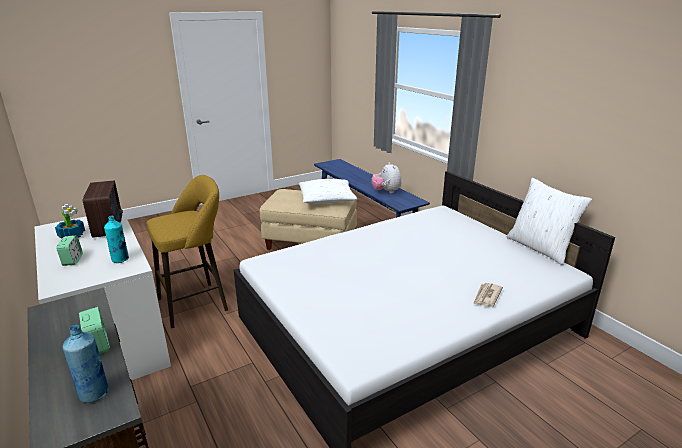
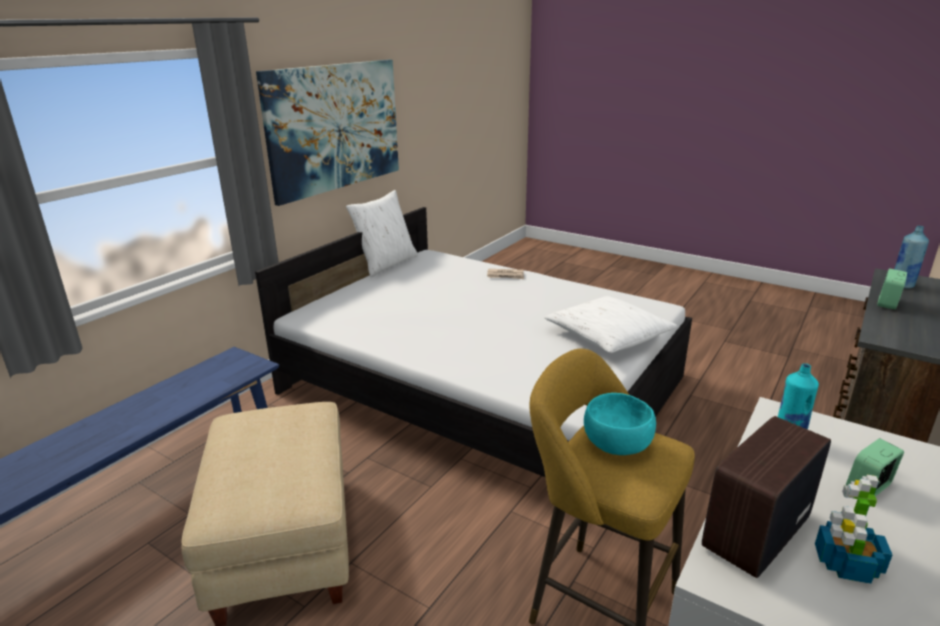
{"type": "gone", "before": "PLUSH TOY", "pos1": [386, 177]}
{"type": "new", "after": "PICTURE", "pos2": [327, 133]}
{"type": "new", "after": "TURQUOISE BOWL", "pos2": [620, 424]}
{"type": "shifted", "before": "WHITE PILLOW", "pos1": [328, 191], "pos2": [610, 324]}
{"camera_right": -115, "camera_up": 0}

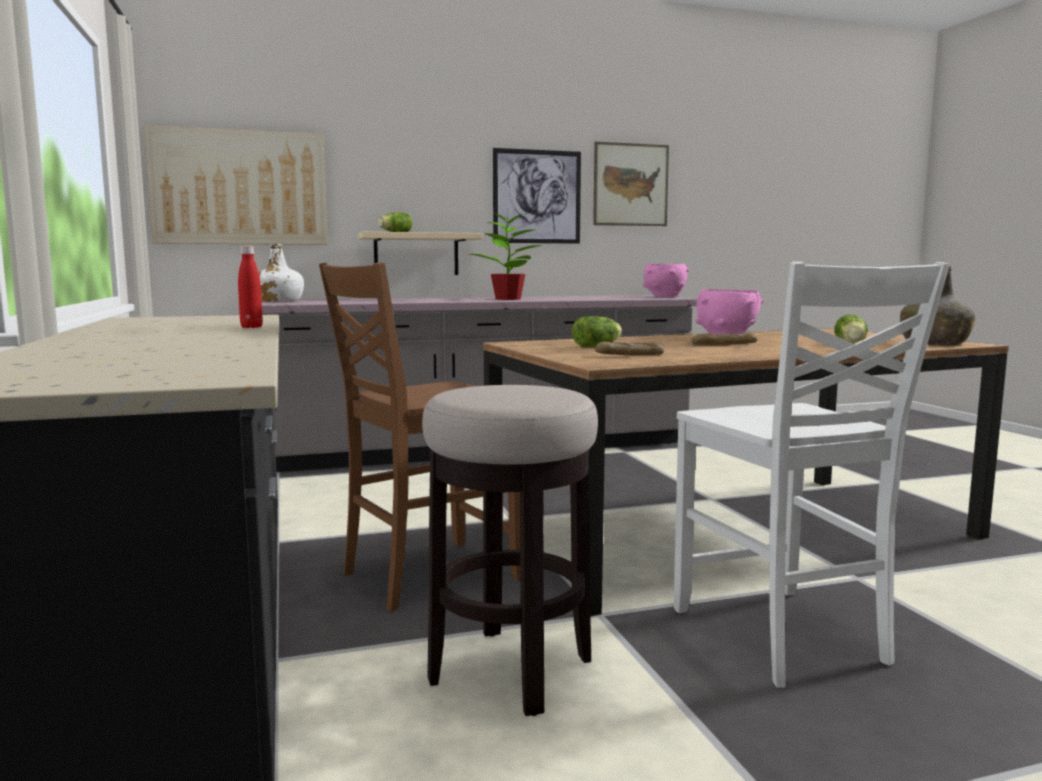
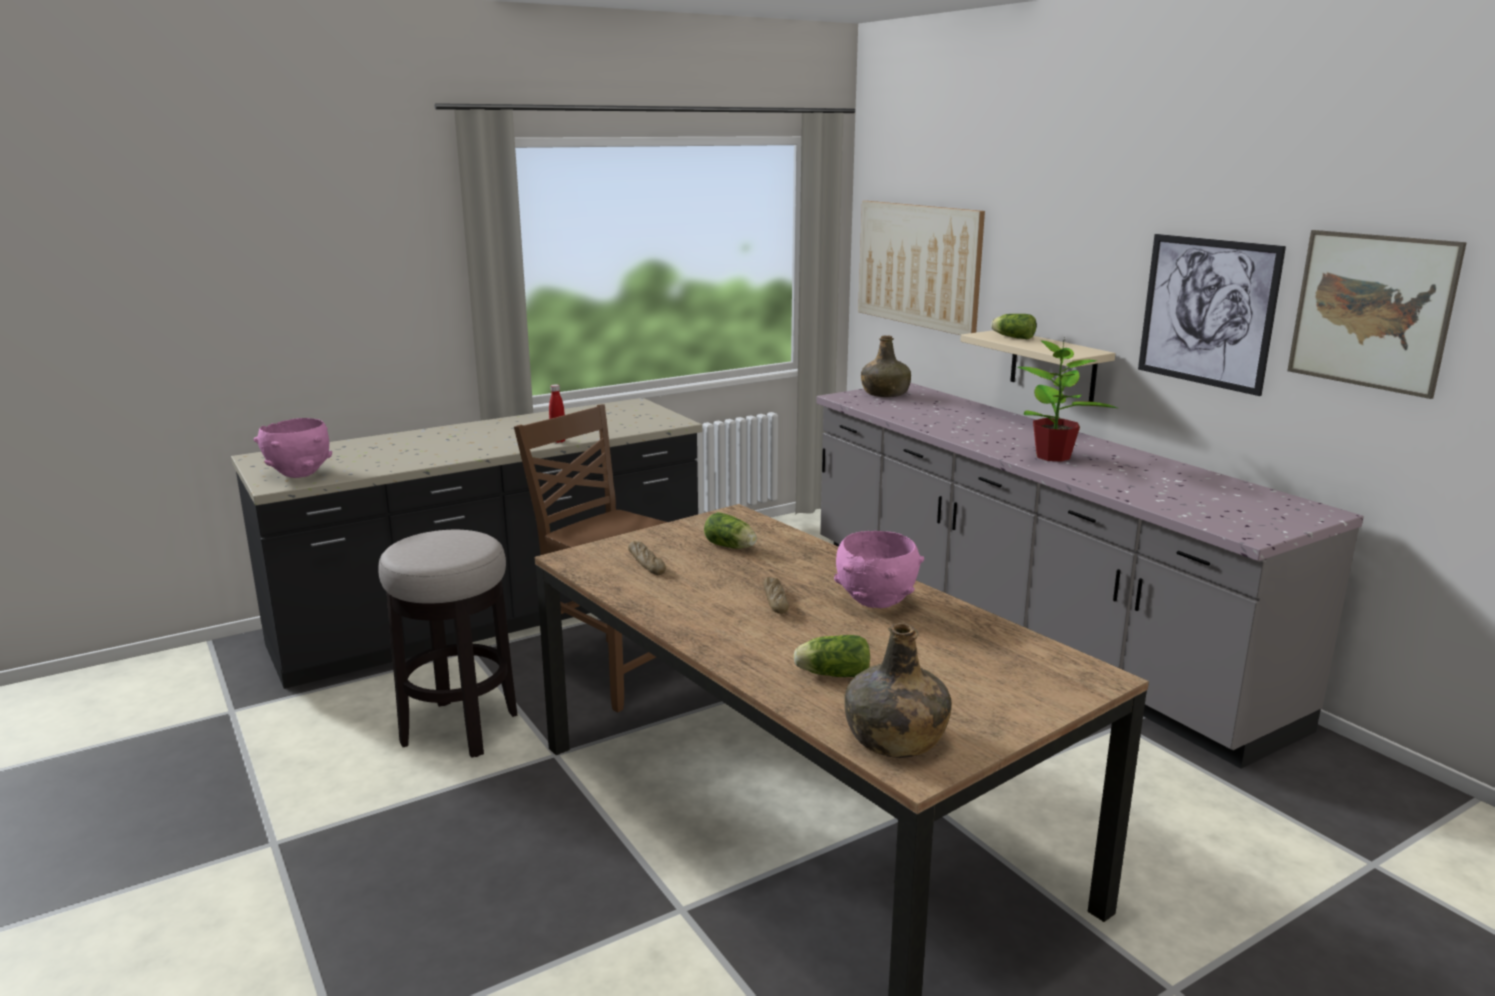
{"type": "gone", "before": "WHITE CHAIR", "pos1": [812, 475]}
{"type": "shifted", "before": "PINK BOWL", "pos1": [666, 281], "pos2": [293, 448]}
{"type": "repainted", "before": "WHITE BOTTLE", "after": "GREEN BOTTLE", "pos1": [281, 273], "pos2": [886, 366]}
{"camera_right": 75, "camera_up": 10}

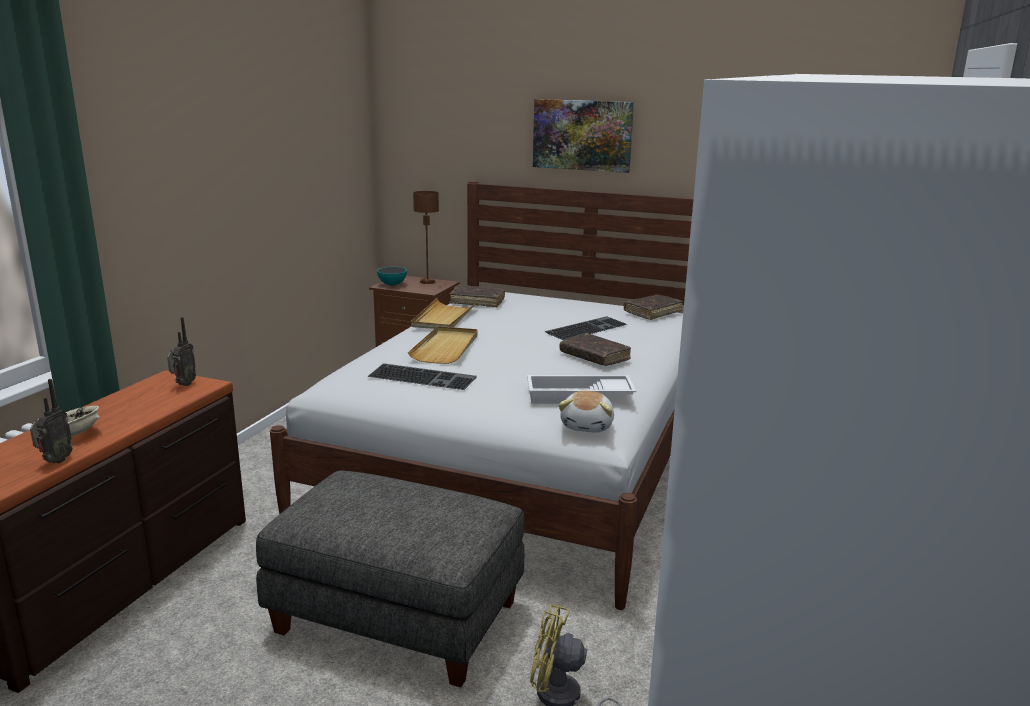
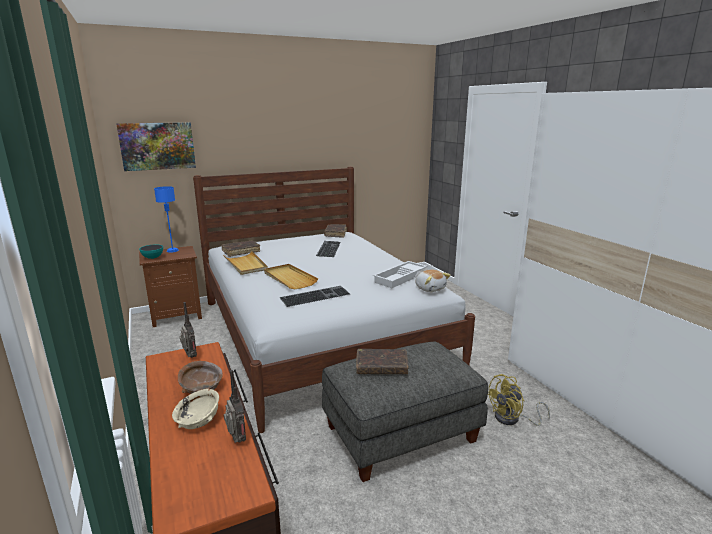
{"type": "new", "after": "BROWN BOWL", "pos2": [200, 377]}
{"type": "shifted", "before": "PICTURE", "pos1": [583, 136], "pos2": [156, 146]}
{"type": "shifted", "before": "BROWN BOOK", "pos1": [595, 349], "pos2": [382, 361]}
{"type": "repainted", "before": "BROWN TABLE LAMP", "after": "BLUE TABLE LAMP", "pos1": [426, 237], "pos2": [166, 219]}
{"camera_right": -45, "camera_up": 0}

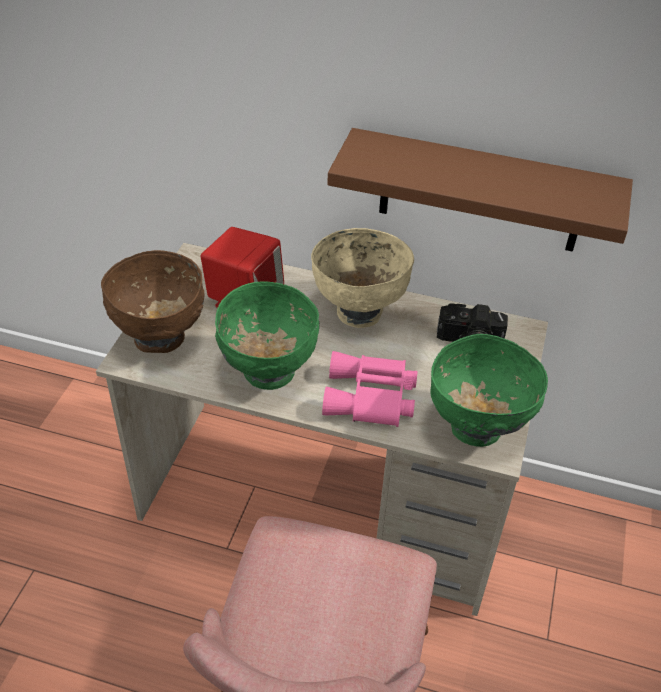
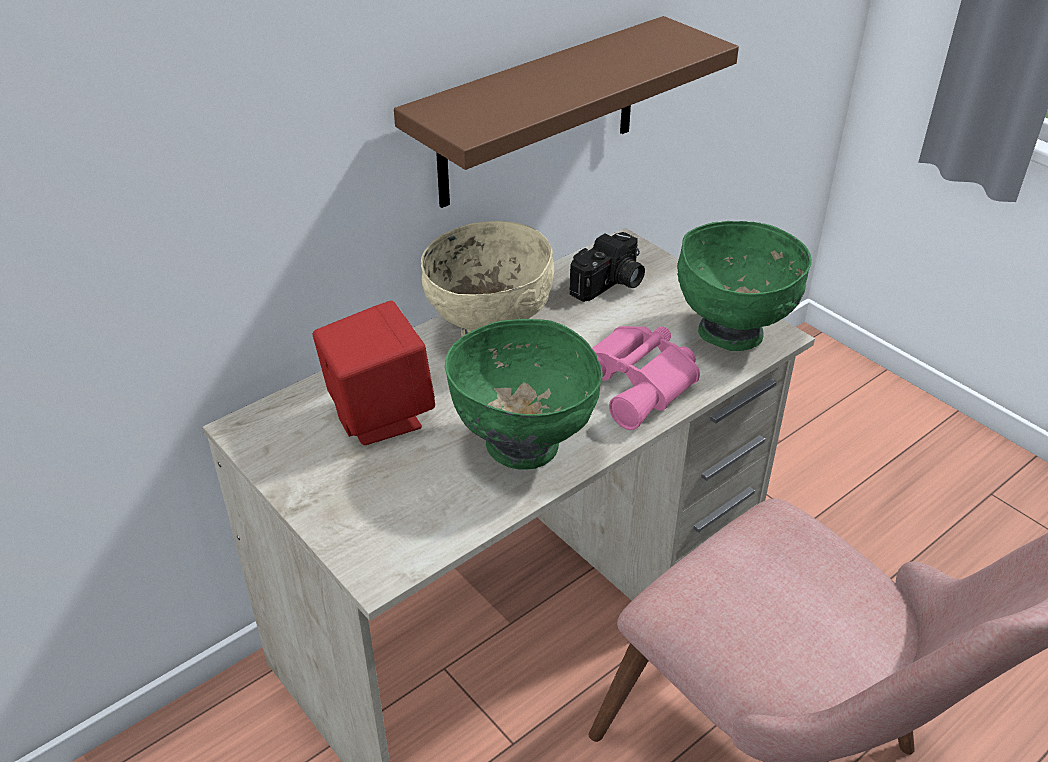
{"type": "gone", "before": "BROWN BOWL", "pos1": [153, 301]}
{"camera_right": -55, "camera_up": -5}

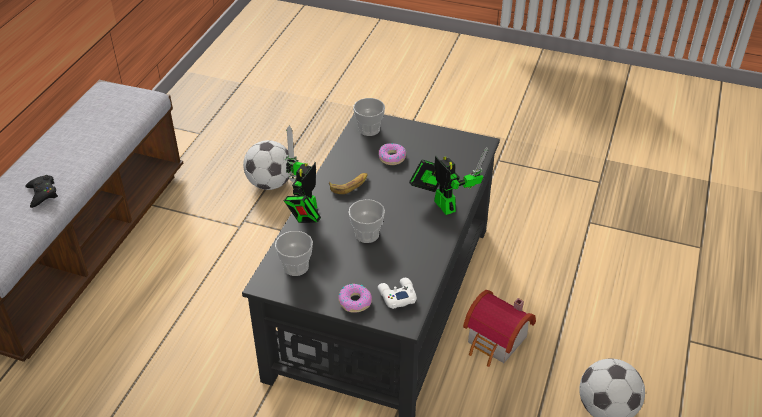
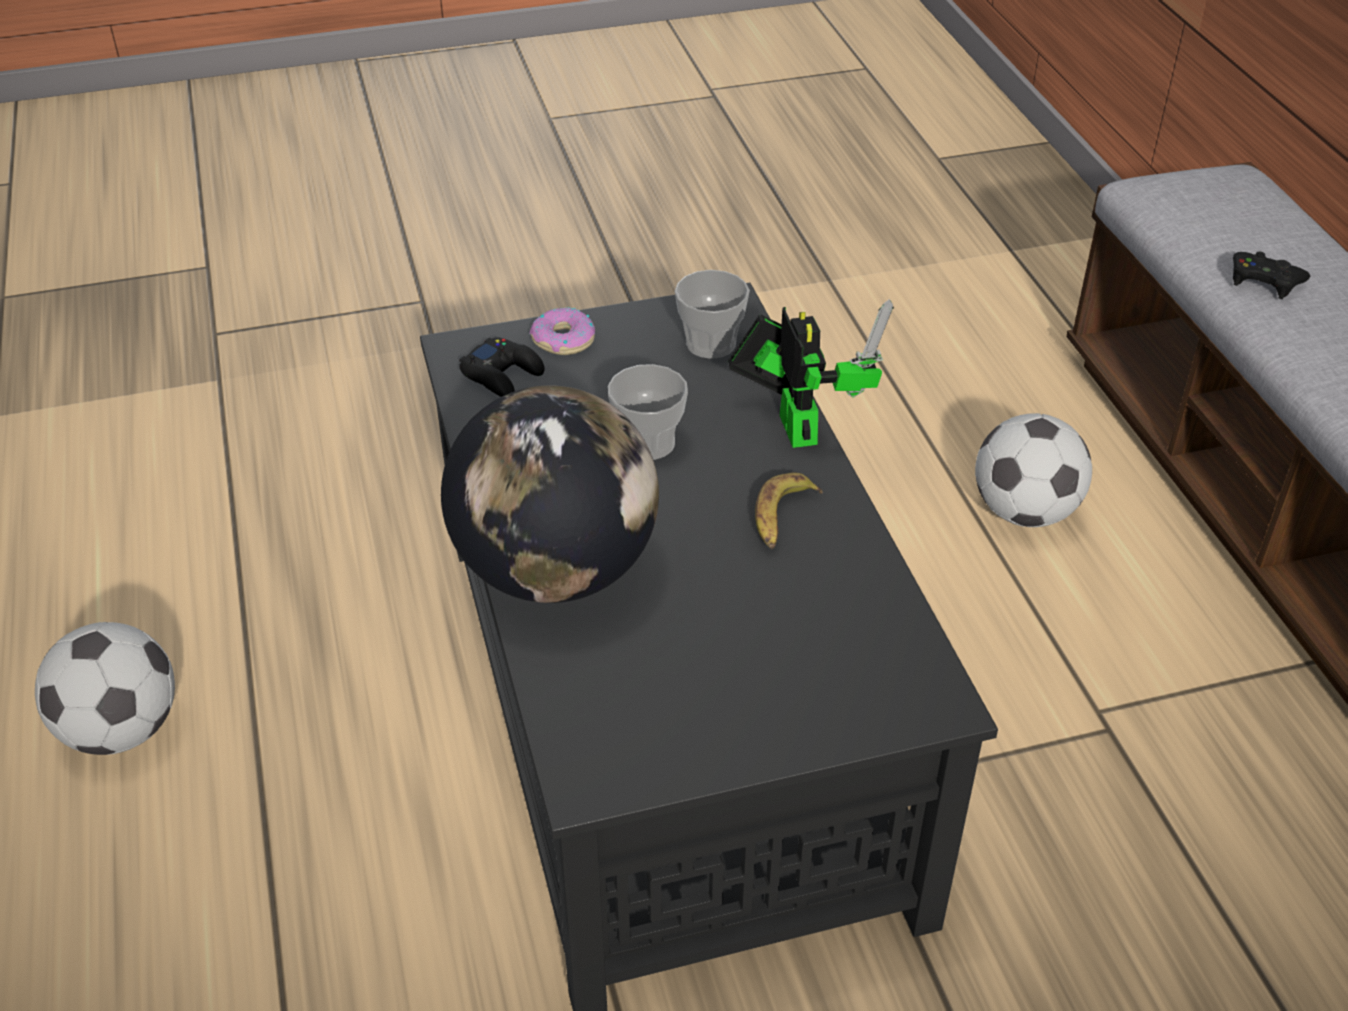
{"type": "gone", "before": "CUP", "pos1": [369, 117]}
{"type": "gone", "before": "DONUT", "pos1": [392, 154]}
{"type": "gone", "before": "TOY HOUSE", "pos1": [499, 328]}
{"type": "shifted", "before": "FOOTBALL", "pos1": [267, 165], "pos2": [1033, 470]}
{"type": "swapped", "before": "TOY ROBOT", "after": "GLOBE", "pos1": [448, 181], "pos2": [550, 494]}
{"type": "repainted", "before": "WHITE GAME CONTROLLER", "after": "BLACK GAME CONTROLLER", "pos1": [397, 293], "pos2": [502, 367]}
{"camera_right": 145, "camera_up": 0}

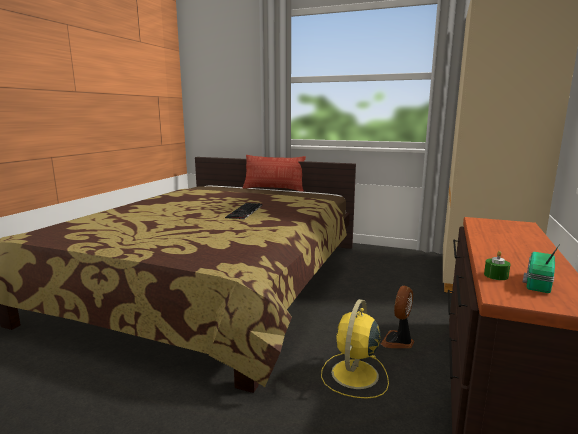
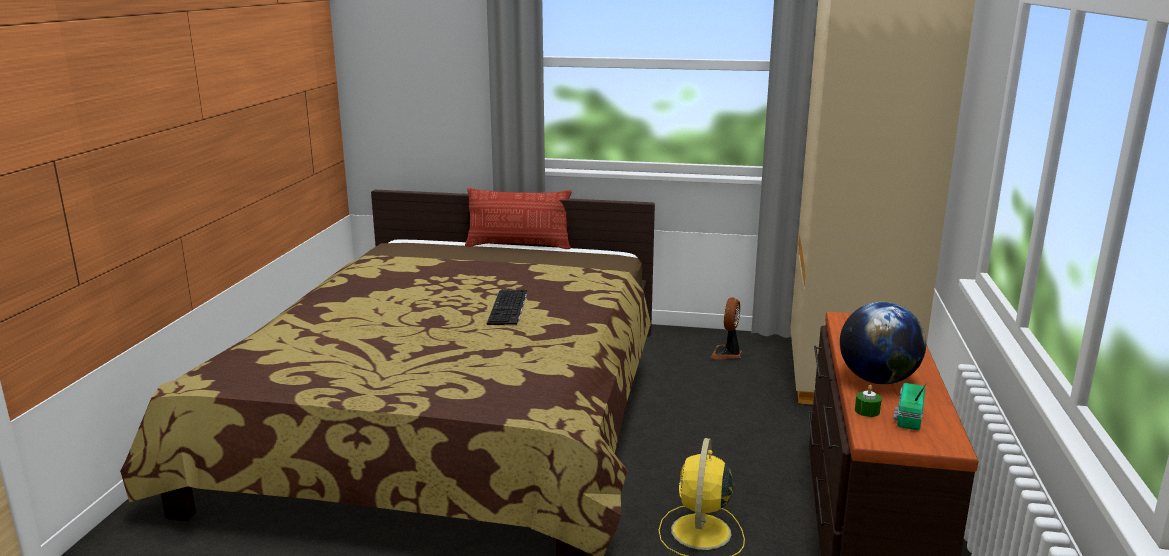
{"type": "new", "after": "GLOBE", "pos2": [883, 343]}
{"type": "shifted", "before": "FAN", "pos1": [397, 317], "pos2": [726, 328]}
{"camera_right": -10, "camera_up": 5}

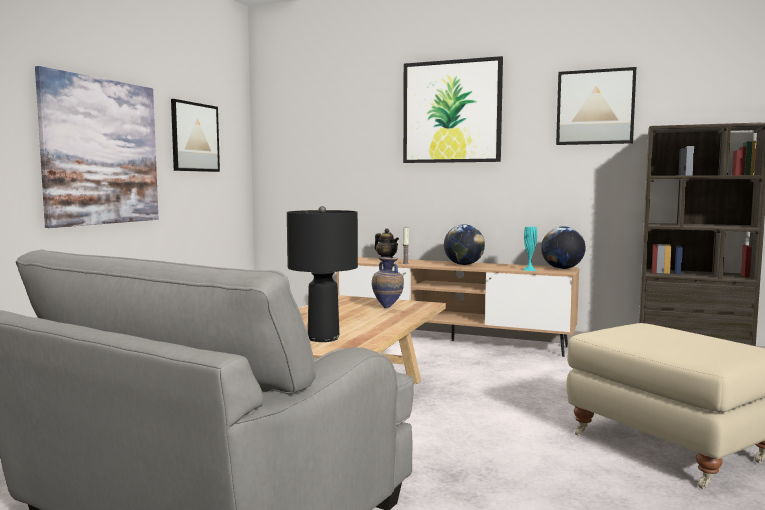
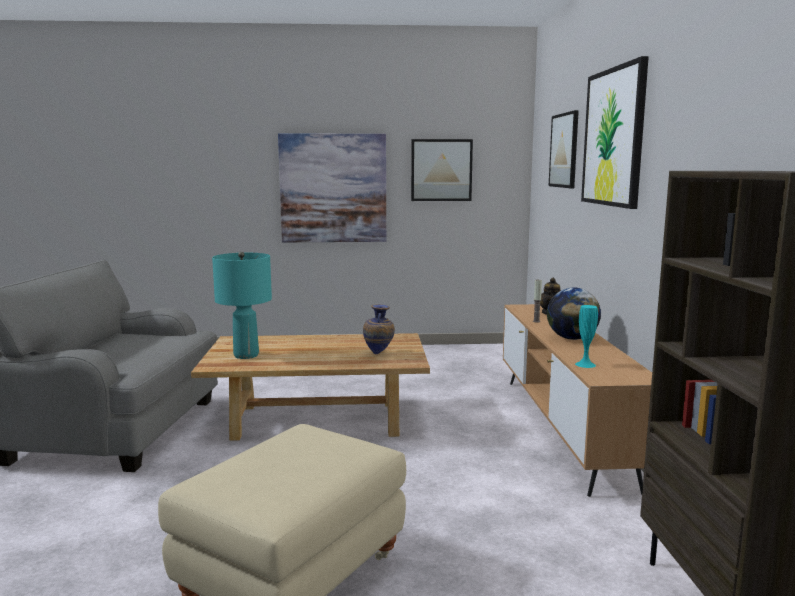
{"type": "gone", "before": "GLOBE", "pos1": [563, 247]}
{"type": "shifted", "before": "PICTURE", "pos1": [596, 106], "pos2": [564, 149]}
{"type": "repainted", "before": "BLACK TABLE LAMP", "after": "TURQUOISE TABLE LAMP", "pos1": [322, 274], "pos2": [242, 305]}
{"camera_right": 65, "camera_up": 5}

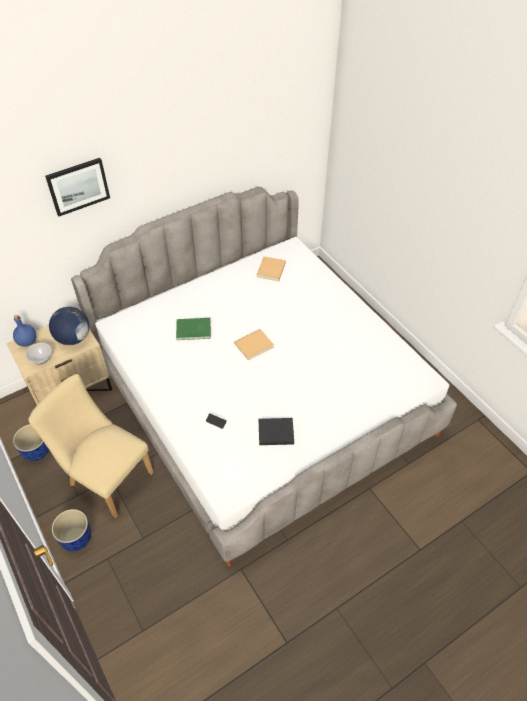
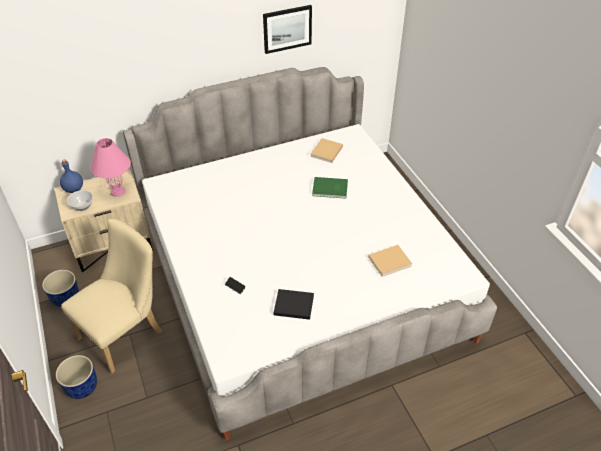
{"type": "shifted", "before": "PICTURE", "pos1": [77, 187], "pos2": [287, 29]}
{"type": "shifted", "before": "GREEN BOOK", "pos1": [193, 329], "pos2": [330, 188]}
{"type": "shifted", "before": "BEIGE BOOK", "pos1": [254, 344], "pos2": [390, 261]}
{"type": "swapped", "before": "GLOBE", "after": "PINK TABLE LAMP", "pos1": [69, 326], "pos2": [111, 167]}
{"type": "rotated", "before": "BEIGE CHAIR", "pos1": [91, 446], "pos2": [111, 296], "turn": 90}
{"camera_right": 10, "camera_up": -5}

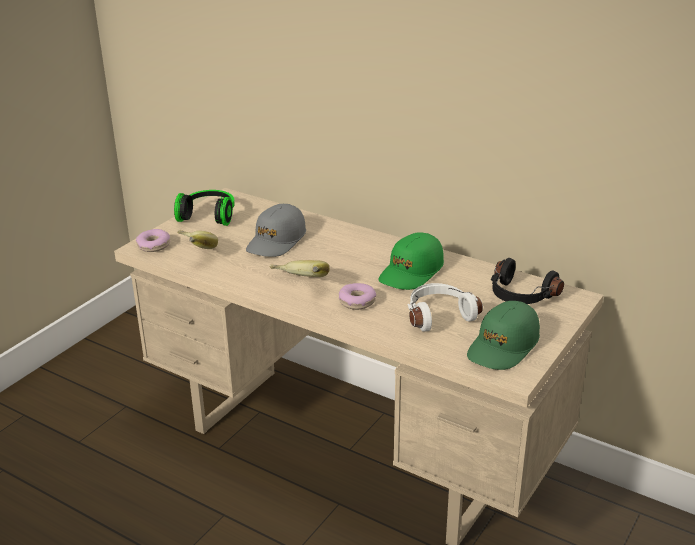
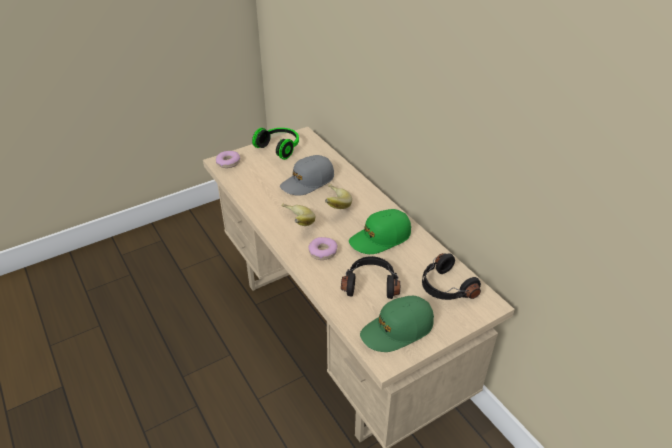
{"type": "shifted", "before": "BANANA", "pos1": [197, 239], "pos2": [338, 196]}
{"type": "repainted", "before": "WHITE HEADPHONES", "after": "BLACK HEADPHONES", "pos1": [445, 307], "pos2": [370, 277]}
{"camera_right": 25, "camera_up": 10}

